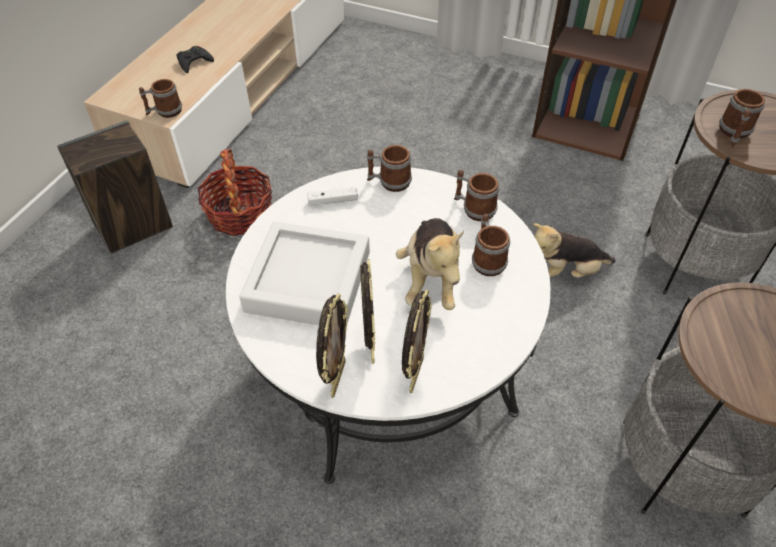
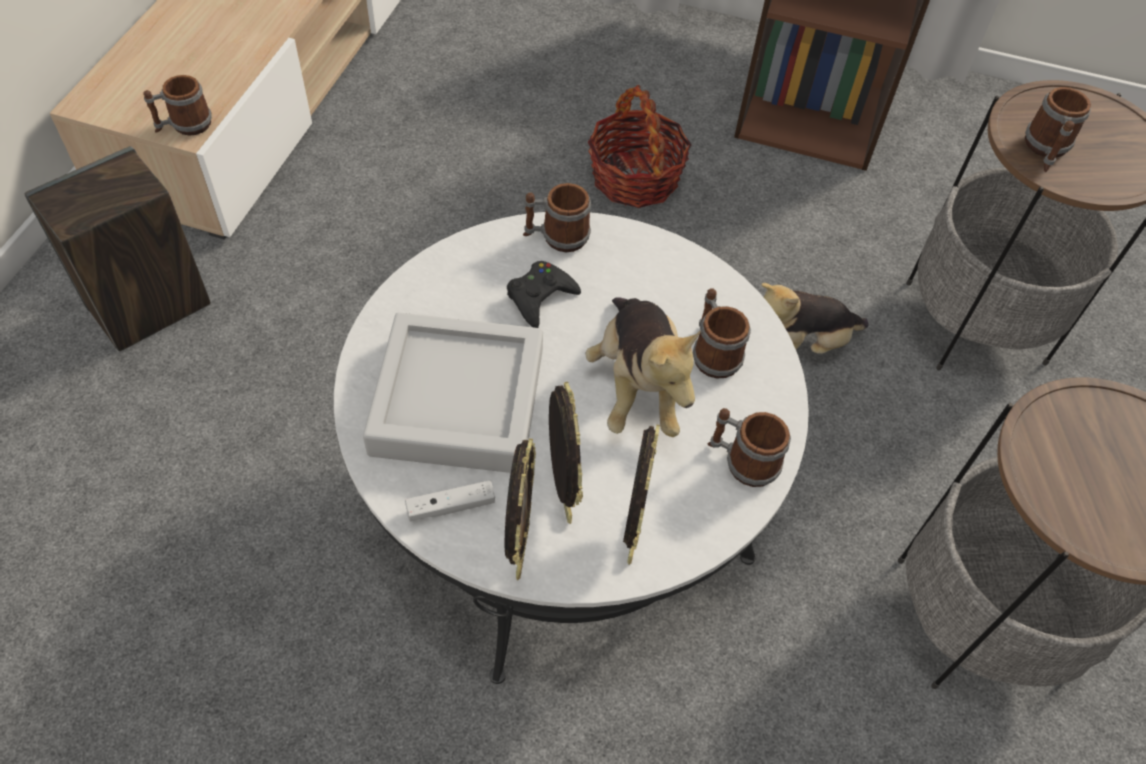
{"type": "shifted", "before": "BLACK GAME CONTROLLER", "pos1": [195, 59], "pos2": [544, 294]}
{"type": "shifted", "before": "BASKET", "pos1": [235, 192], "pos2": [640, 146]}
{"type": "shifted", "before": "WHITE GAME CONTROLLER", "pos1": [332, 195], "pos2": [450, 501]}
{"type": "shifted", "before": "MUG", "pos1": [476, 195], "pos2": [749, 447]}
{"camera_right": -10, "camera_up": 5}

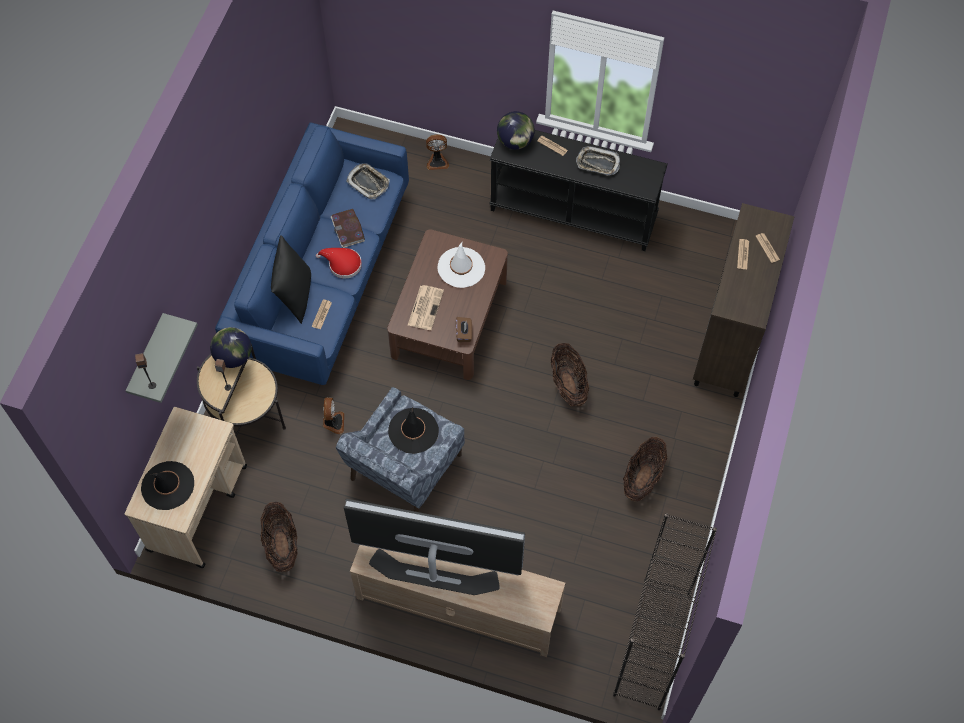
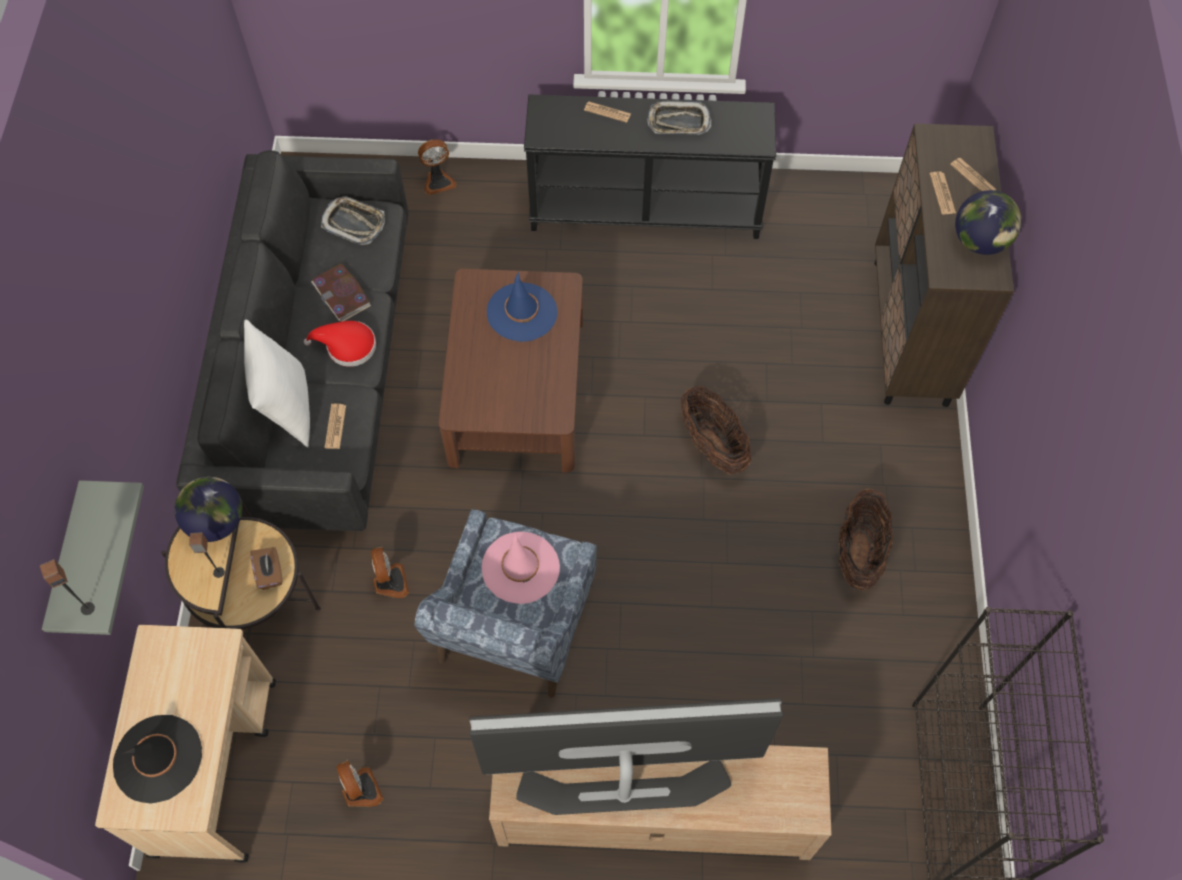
{"type": "gone", "before": "NEWSPAPER", "pos1": [426, 307]}
{"type": "shifted", "before": "BROWN TISSUE BOX", "pos1": [464, 329], "pos2": [266, 568]}
{"type": "shifted", "before": "GLOBE", "pos1": [516, 130], "pos2": [988, 222]}
{"type": "swapped", "before": "BASKET", "after": "FAN", "pos1": [279, 537], "pos2": [360, 783]}
{"type": "repainted", "before": "BLUE SOFA", "after": "BLACK SOFA", "pos1": [312, 253], "pos2": [292, 340]}
{"type": "repainted", "before": "BLACK PILLOW", "after": "WHITE PILLOW", "pos1": [291, 279], "pos2": [277, 384]}
{"type": "repainted", "before": "BLACK HAT", "after": "PINK HAT", "pos1": [413, 430], "pos2": [521, 568]}
{"type": "repainted", "before": "WHITE HAT", "after": "BLUE HAT", "pos1": [461, 265], "pos2": [522, 306]}
{"camera_right": -15, "camera_up": 0}

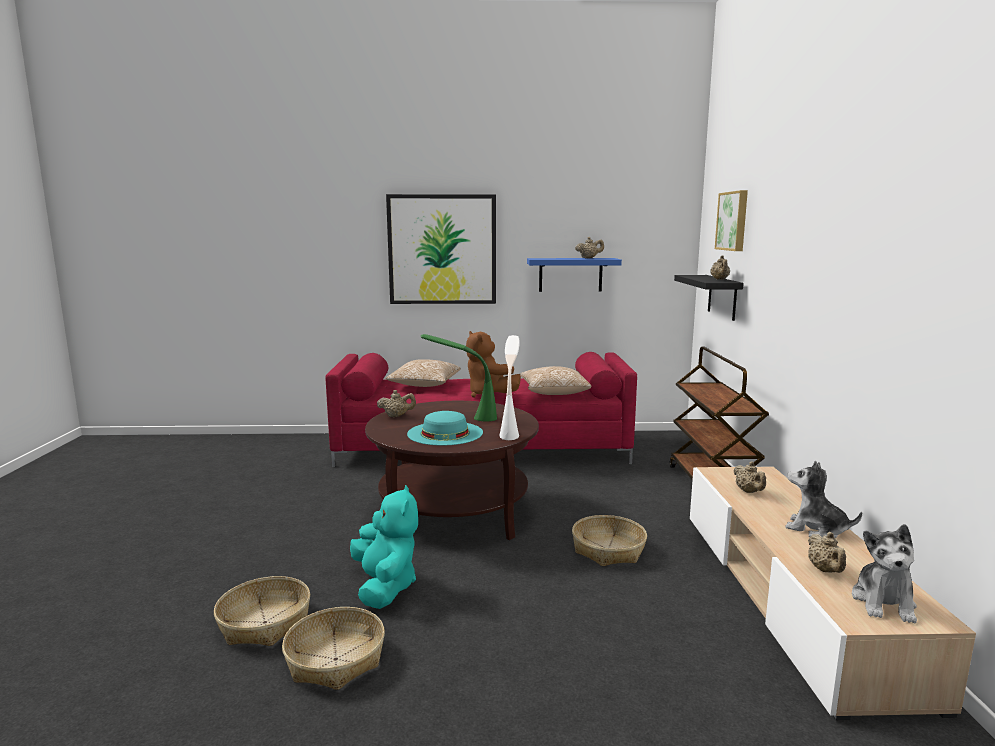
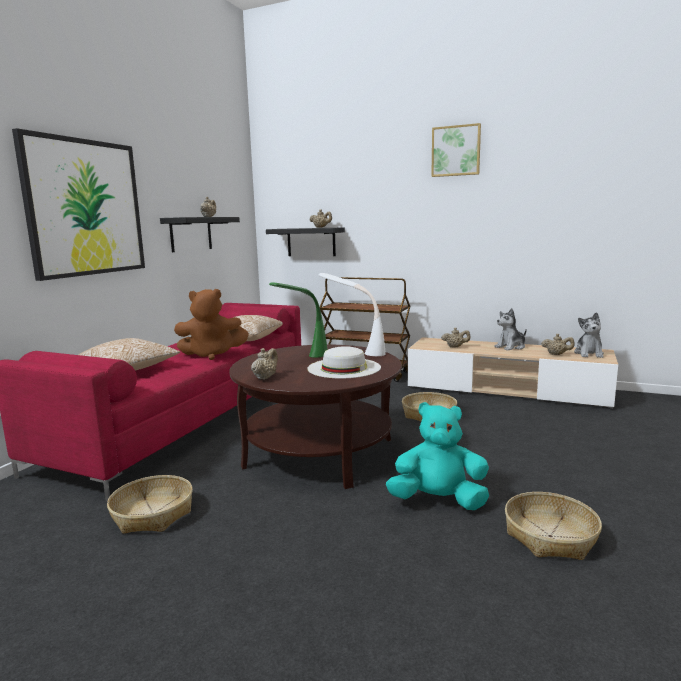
{"type": "shifted", "before": "BASKET", "pos1": [262, 611], "pos2": [150, 504]}
{"type": "shifted", "before": "PICTURE", "pos1": [731, 220], "pos2": [456, 150]}
{"type": "repainted", "before": "TURQUOISE HAT", "after": "WHITE HAT", "pos1": [445, 428], "pos2": [344, 362]}
{"type": "repainted", "before": "BLUE SHELF", "after": "BLACK SHELF", "pos1": [574, 275], "pos2": [200, 234]}
{"type": "rotated", "before": "PLUSH TOY", "pos1": [884, 574], "pos2": [589, 335], "turn": 60}
{"camera_right": -65, "camera_up": 0}

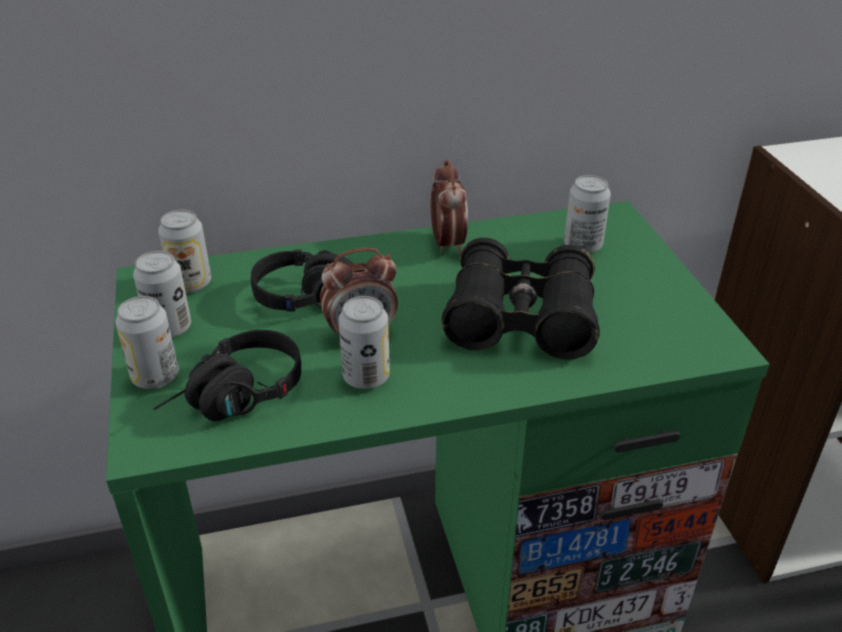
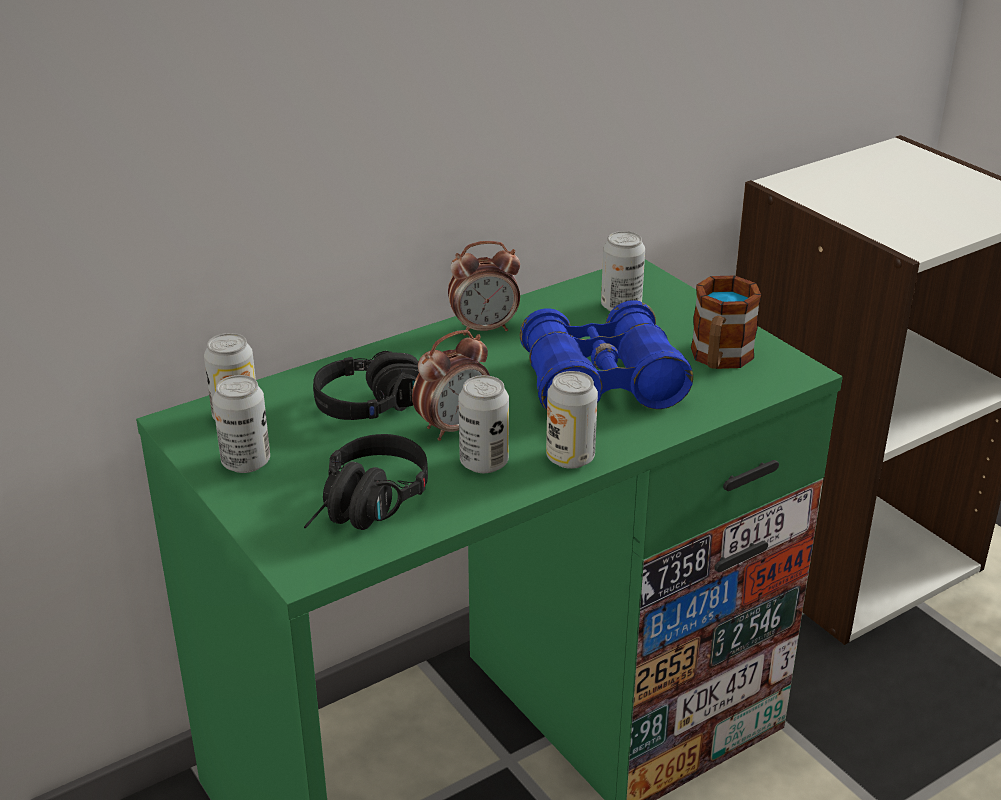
{"type": "new", "after": "MUG", "pos2": [726, 322]}
{"type": "shifted", "before": "CAN", "pos1": [147, 342], "pos2": [572, 420]}
{"type": "repainted", "before": "BLACK BINOCULARS", "after": "BLUE BINOCULARS", "pos1": [521, 299], "pos2": [606, 355]}
{"type": "rotated", "before": "ALARM CLOCK", "pos1": [449, 206], "pos2": [484, 288], "turn": 105}
{"camera_right": -20, "camera_up": -5}

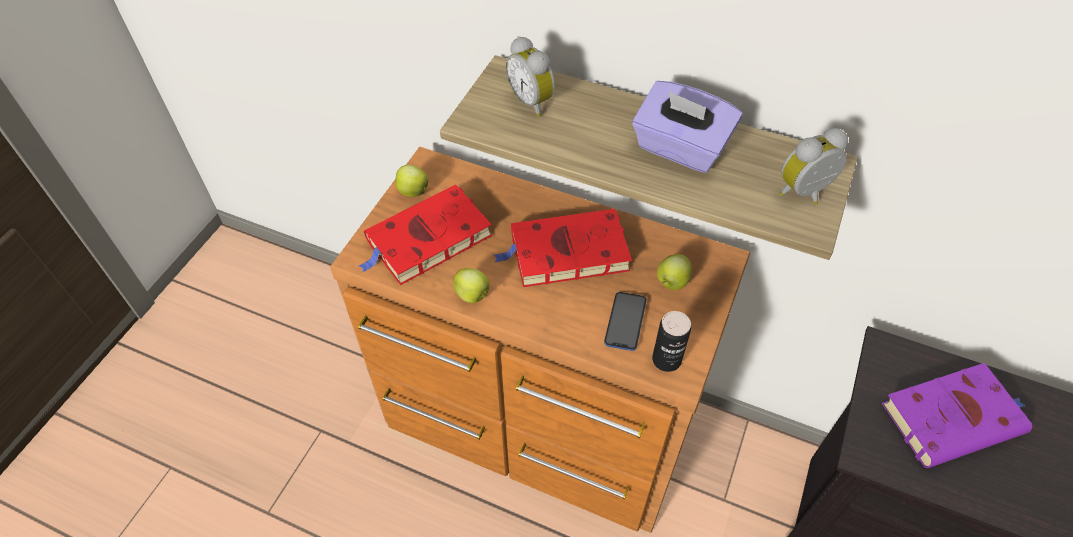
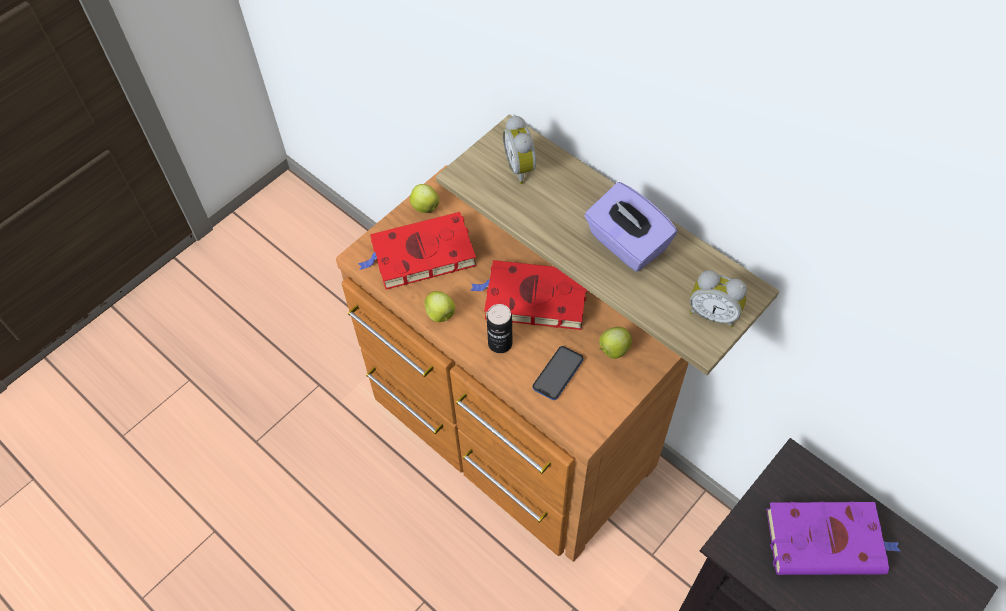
{"type": "shifted", "before": "CAN", "pos1": [671, 341], "pos2": [500, 328]}
{"type": "rotated", "before": "ALARM CLOCK", "pos1": [813, 166], "pos2": [718, 299], "turn": -150}
{"camera_right": 20, "camera_up": 5}

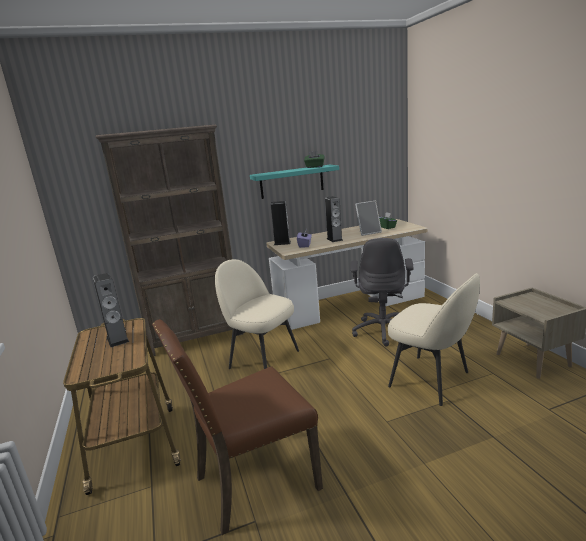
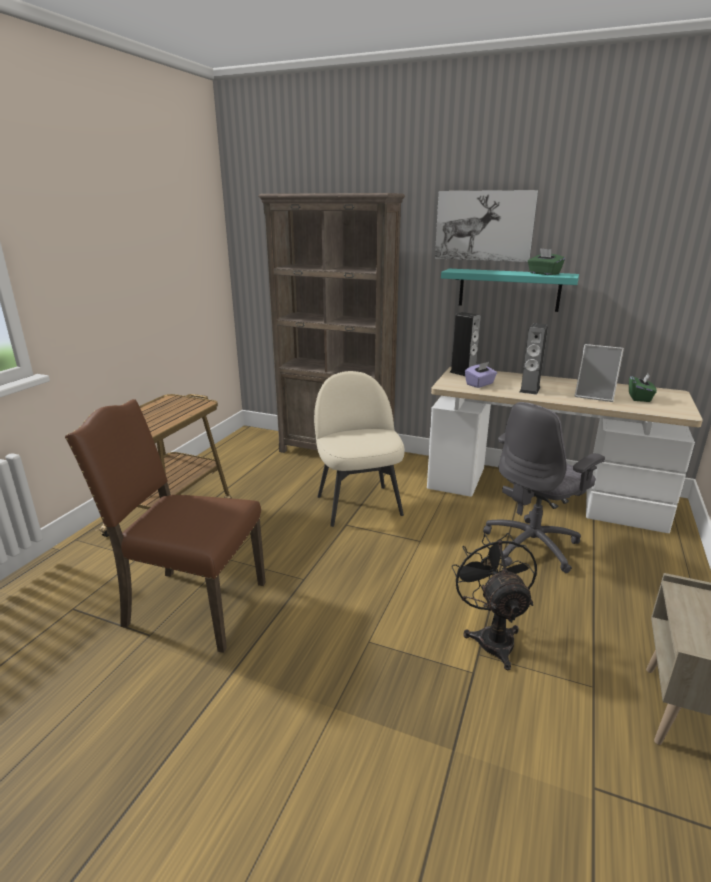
{"type": "gone", "before": "SPEAKER", "pos1": [111, 310]}
{"type": "new", "after": "PICTURE", "pos2": [486, 226]}
{"type": "swapped", "before": "BEIGE CHAIR", "after": "BLACK FAN", "pos1": [434, 339], "pos2": [494, 601]}
{"camera_right": 40, "camera_up": 5}

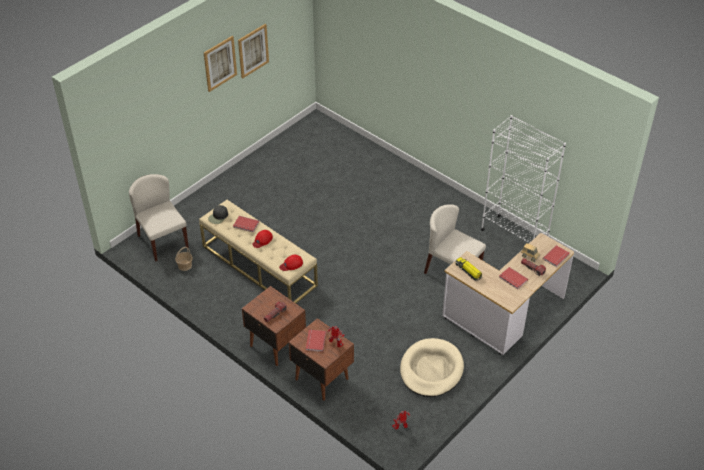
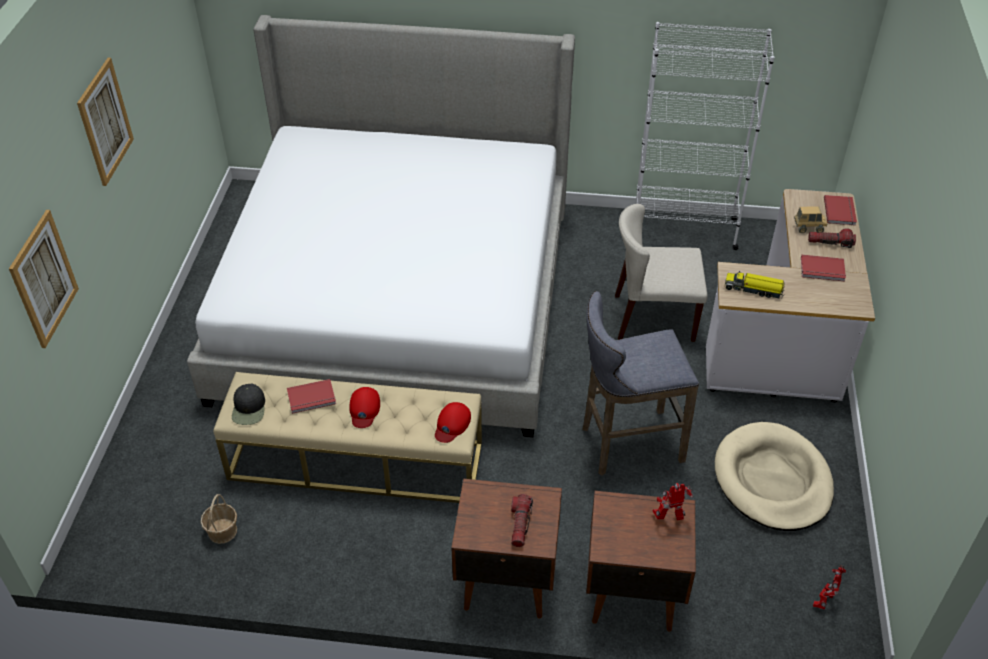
{"type": "gone", "before": "BEIGE CHAIR", "pos1": [159, 217]}
{"type": "gone", "before": "RED BOOK", "pos1": [316, 341]}
{"type": "new", "after": "BED", "pos2": [381, 226]}
{"type": "new", "after": "GREY STOOL", "pos2": [640, 383]}
{"type": "shifted", "before": "PICTURE", "pos1": [253, 51], "pos2": [44, 279]}
{"camera_right": -35, "camera_up": 0}

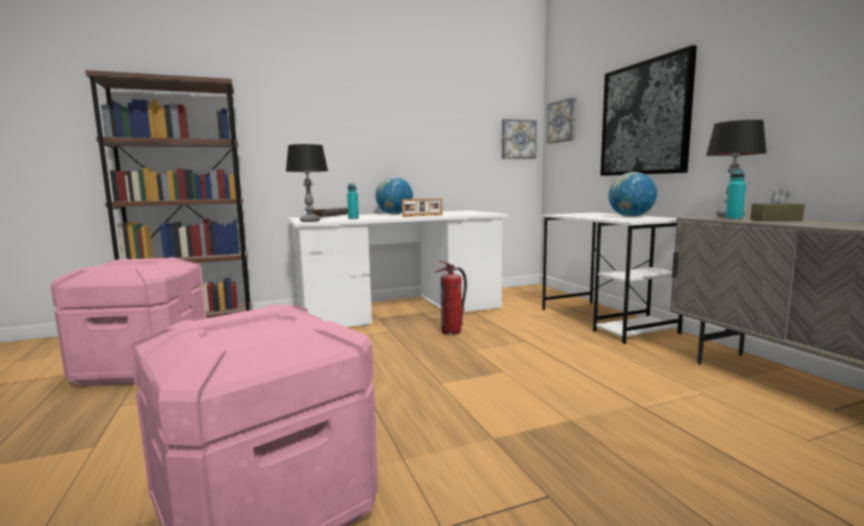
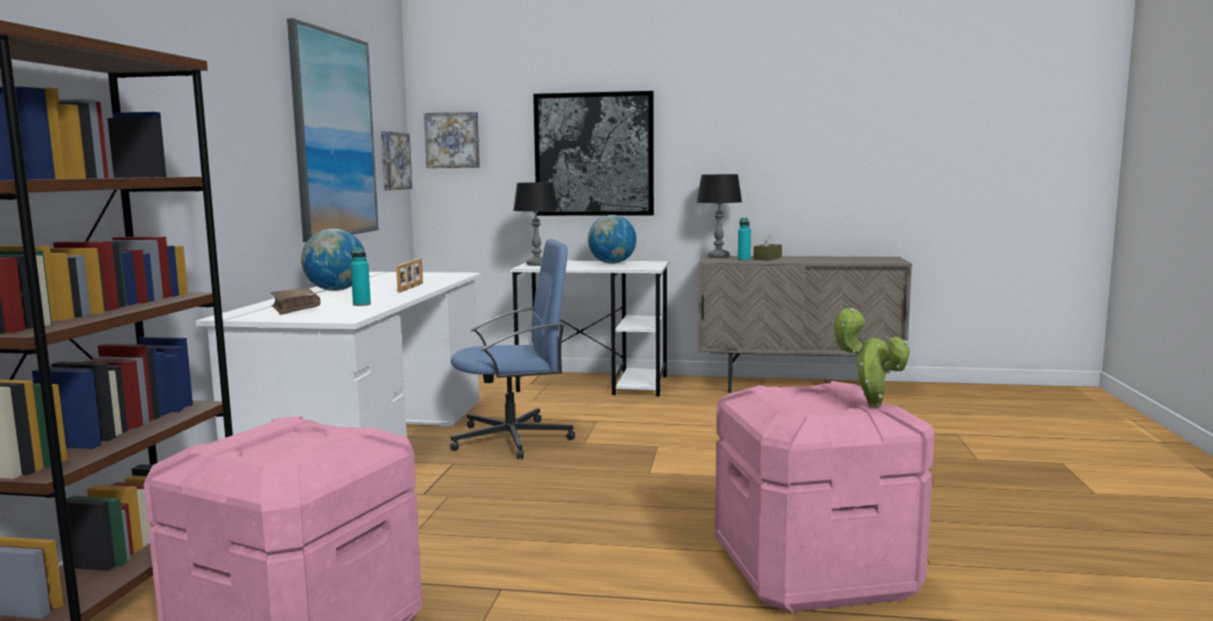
{"type": "new", "after": "PICTURE", "pos2": [333, 130]}
{"type": "new", "after": "POTTED PLANT", "pos2": [871, 357]}
{"type": "shifted", "before": "TABLE LAMP", "pos1": [307, 183], "pos2": [535, 224]}
{"type": "swapped", "before": "FIRE EXTINGUISHER", "after": "BLUE OFFICE CHAIR", "pos1": [451, 298], "pos2": [512, 349]}
{"camera_right": -60, "camera_up": 0}

